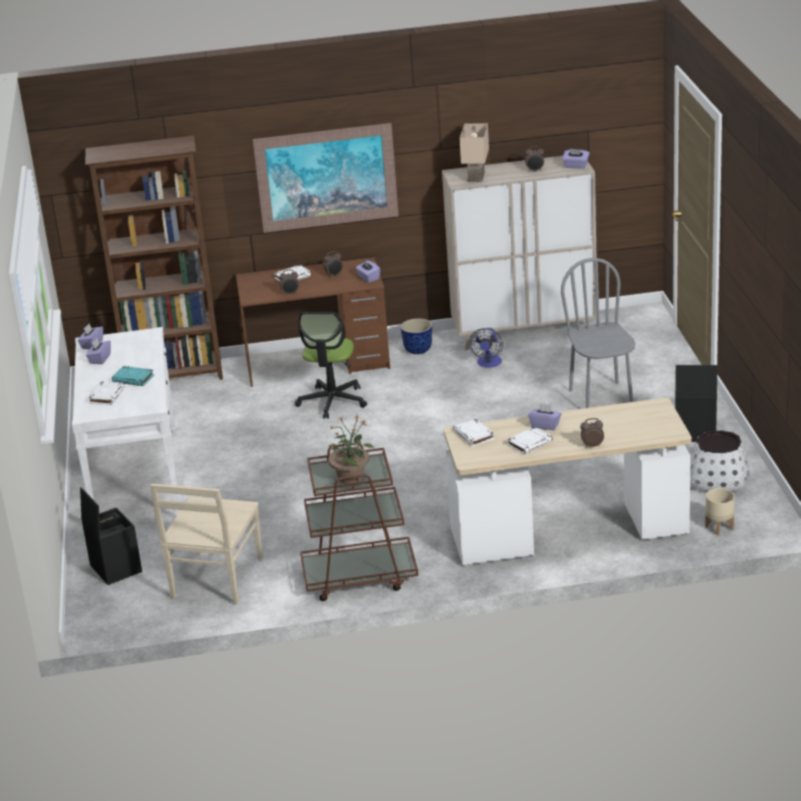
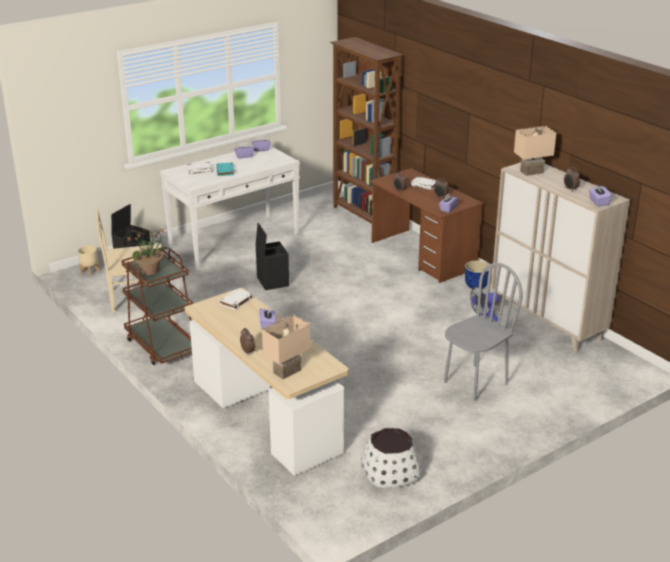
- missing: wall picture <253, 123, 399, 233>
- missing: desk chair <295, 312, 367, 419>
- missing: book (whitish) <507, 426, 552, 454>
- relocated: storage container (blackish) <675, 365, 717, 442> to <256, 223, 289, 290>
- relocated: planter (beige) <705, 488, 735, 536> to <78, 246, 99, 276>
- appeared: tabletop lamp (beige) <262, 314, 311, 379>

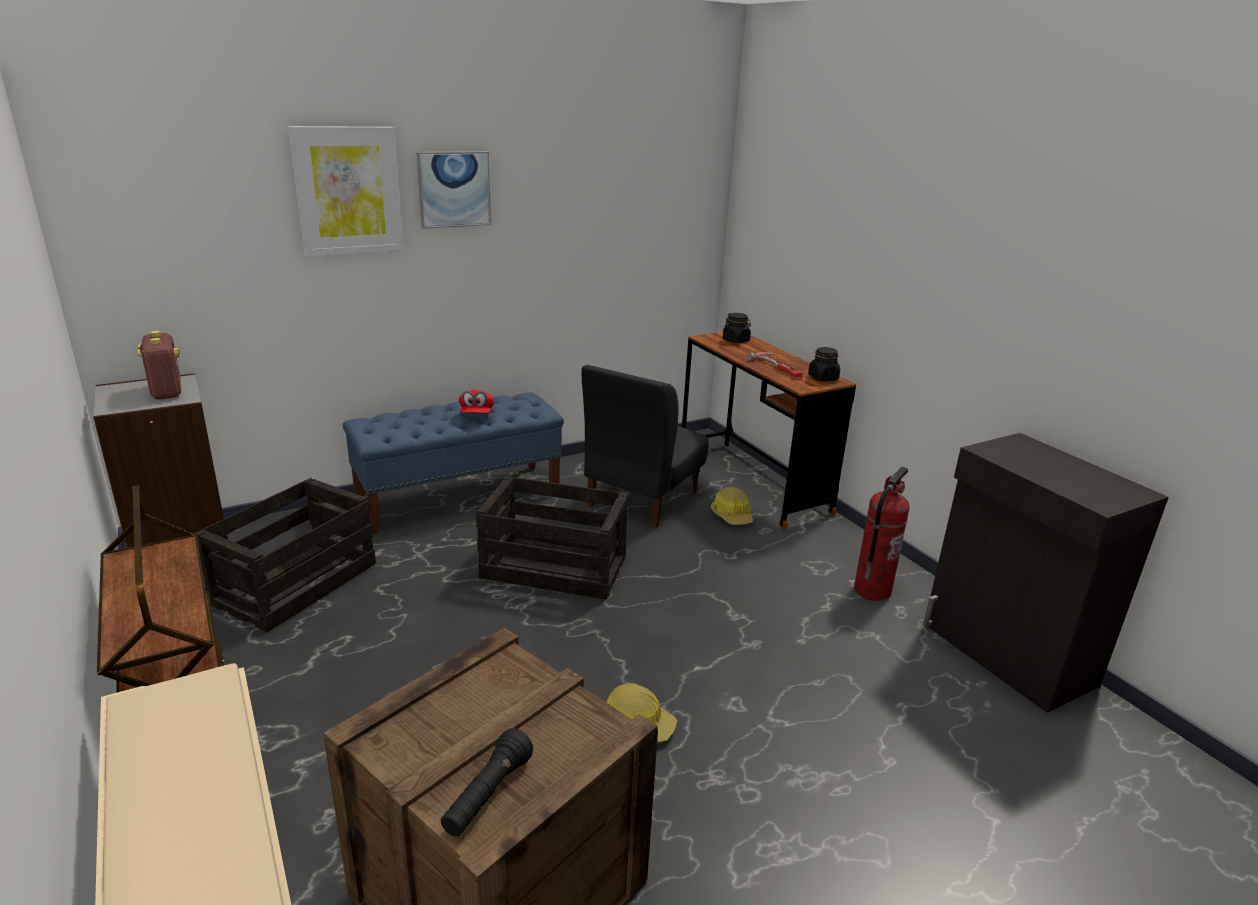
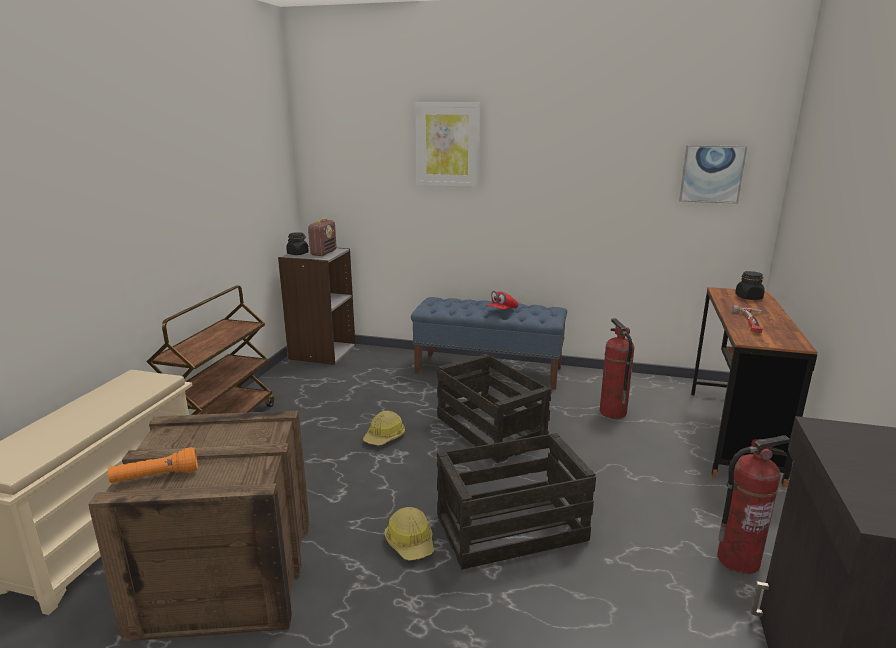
- relocated: crate <193, 478, 376, 632> to <437, 433, 596, 569>
- relocated: wall picture <416, 151, 491, 229> to <679, 145, 747, 204>
- colour: hand torch (blackish) <441, 728, 533, 836> to hand torch (orange-coloured) <108, 447, 198, 483>
- exchanged: plain chair (blackish) <581, 365, 709, 528> to fire-fighting cylinder <600, 318, 635, 419>
- relocated: work helmet <711, 487, 753, 525> to <363, 411, 405, 446>
- relocated: preserve jar (blackish) <808, 347, 840, 381> to <286, 232, 309, 255>

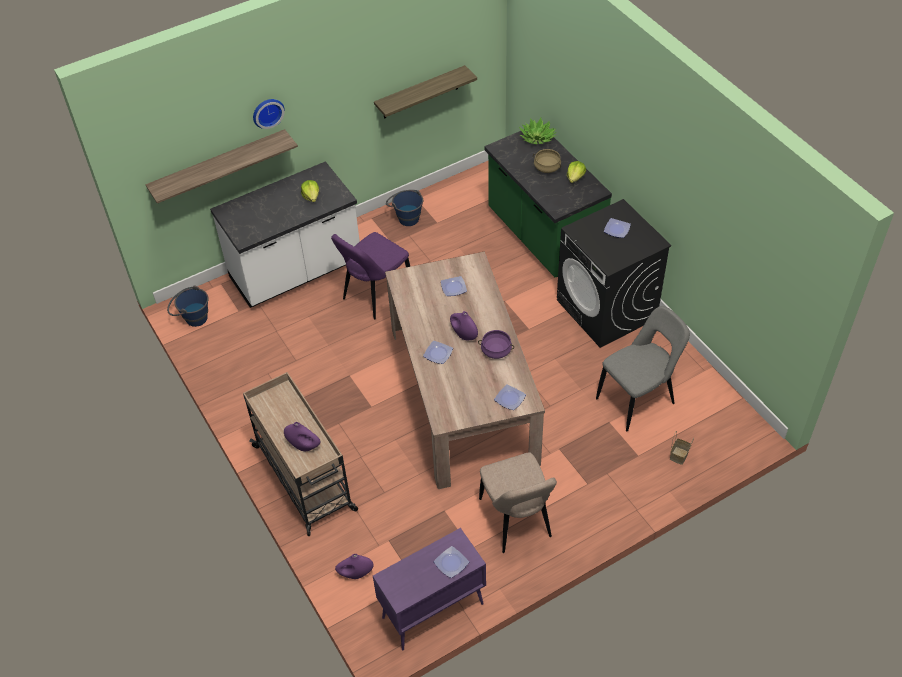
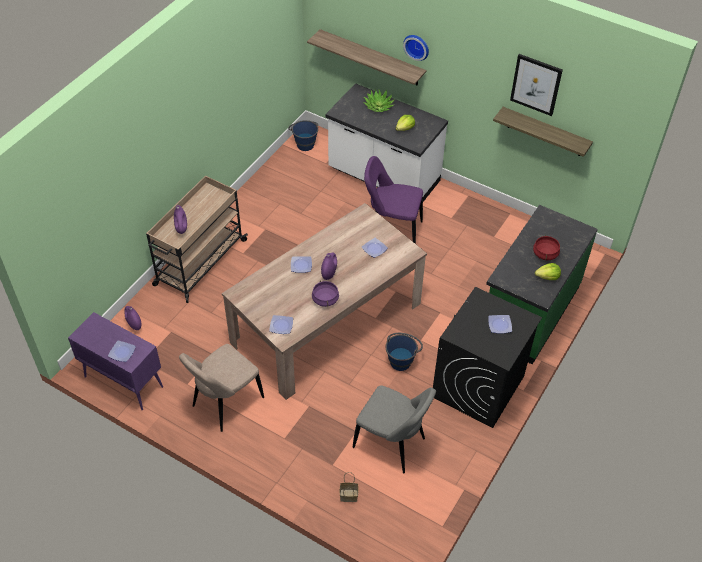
- relocated: pail (bluish) <386, 190, 423, 226> to <386, 333, 423, 371>
- relocated: potted plant <519, 118, 556, 144> to <363, 89, 395, 112>
- colour: saucepot (beige) <533, 149, 561, 173> to saucepot (reddish) <533, 235, 560, 260>
- appeared: wall picture <510, 54, 563, 116>

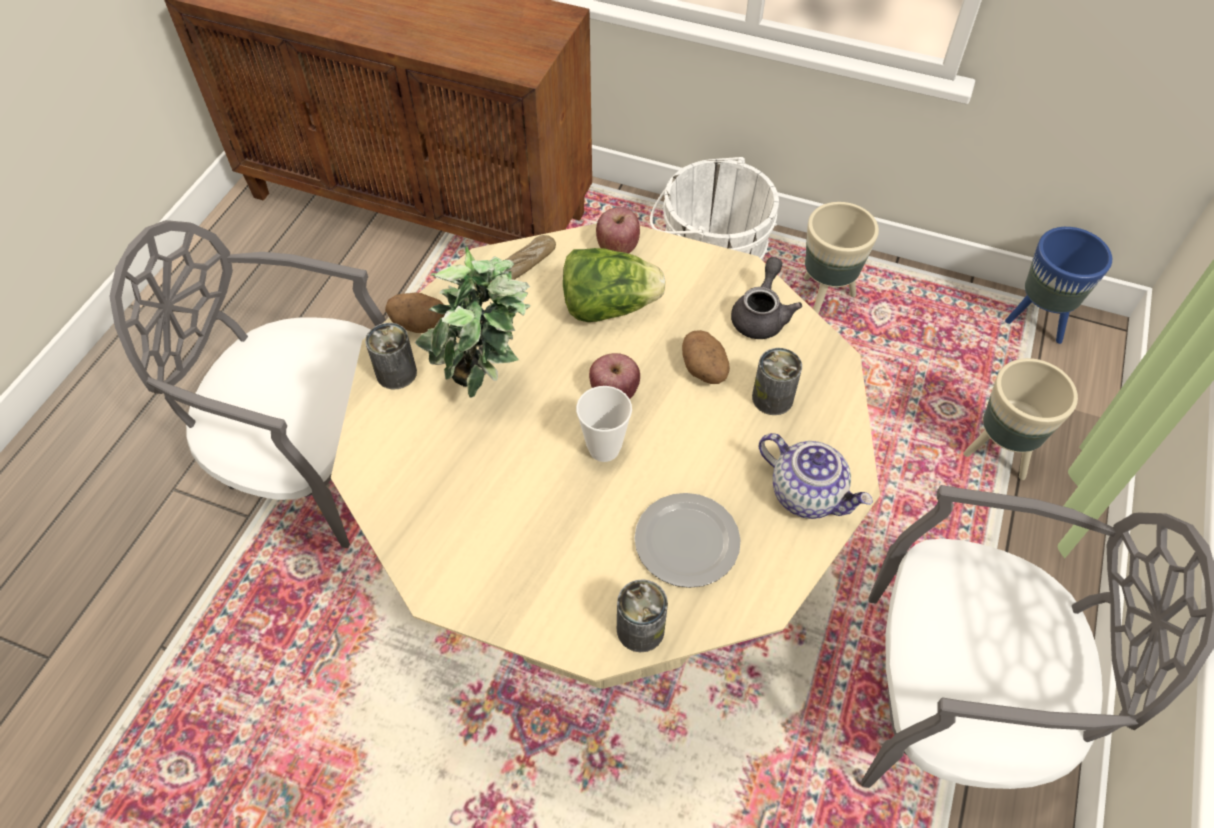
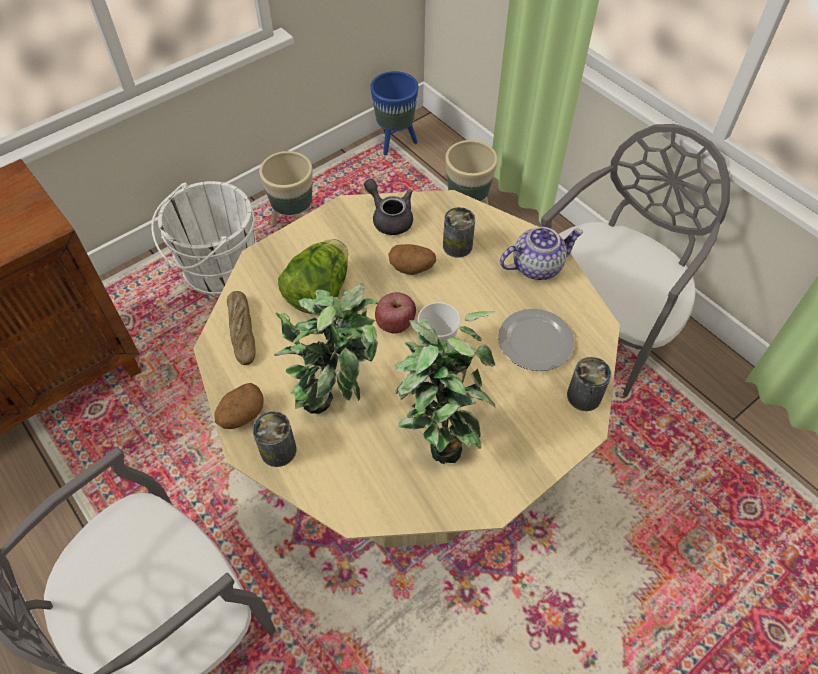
- missing: apple fruit <596, 207, 640, 253>
- appeared: potted plant <395, 311, 496, 464>

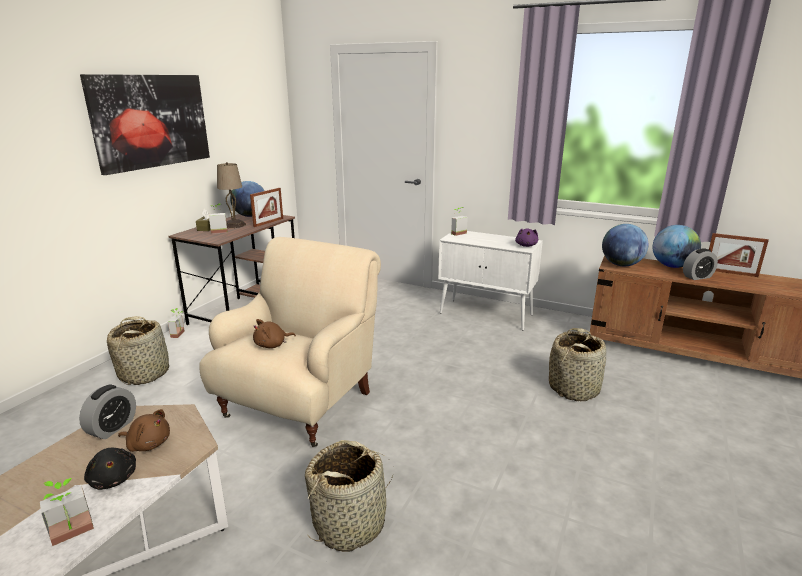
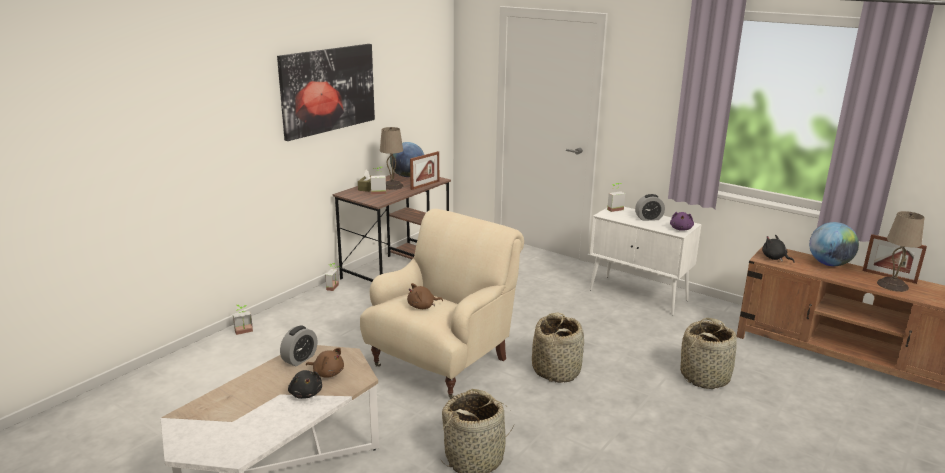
- relocated: potted plant <40, 478, 94, 546> to <233, 305, 253, 335>
- relocated: basket <107, 316, 169, 385> to <532, 313, 584, 383>
- exchanged: globe <602, 224, 648, 266> to plush toy (blackish) <762, 235, 794, 263>
- relocated: table clock <683, 248, 718, 280> to <635, 194, 665, 221>
- appeared: tabletop lamp (beige) <877, 211, 925, 292>

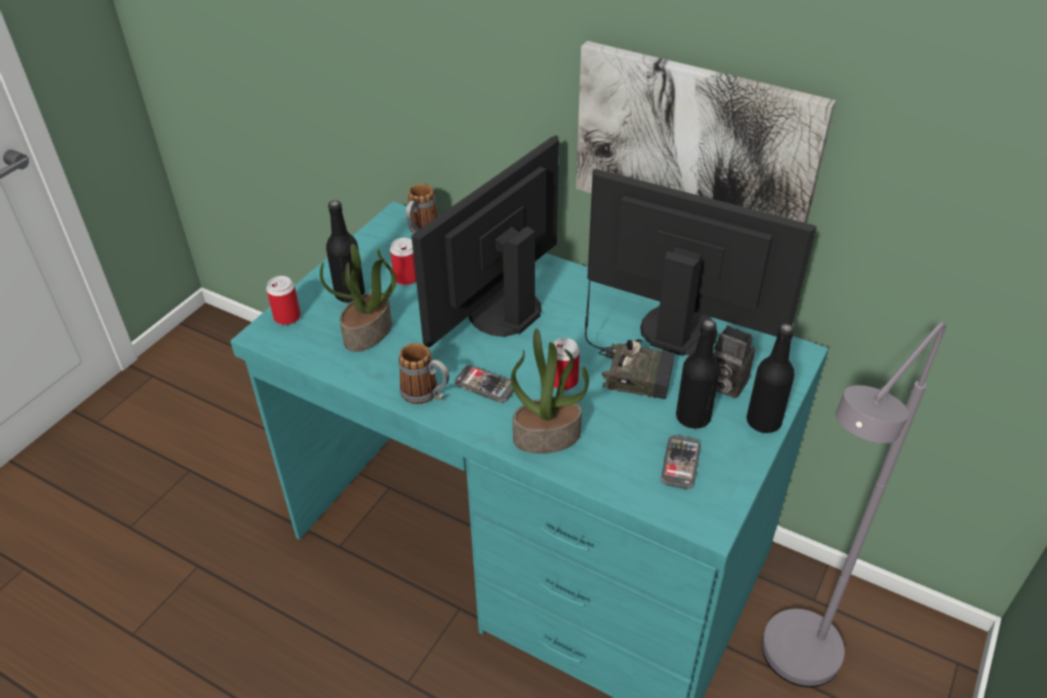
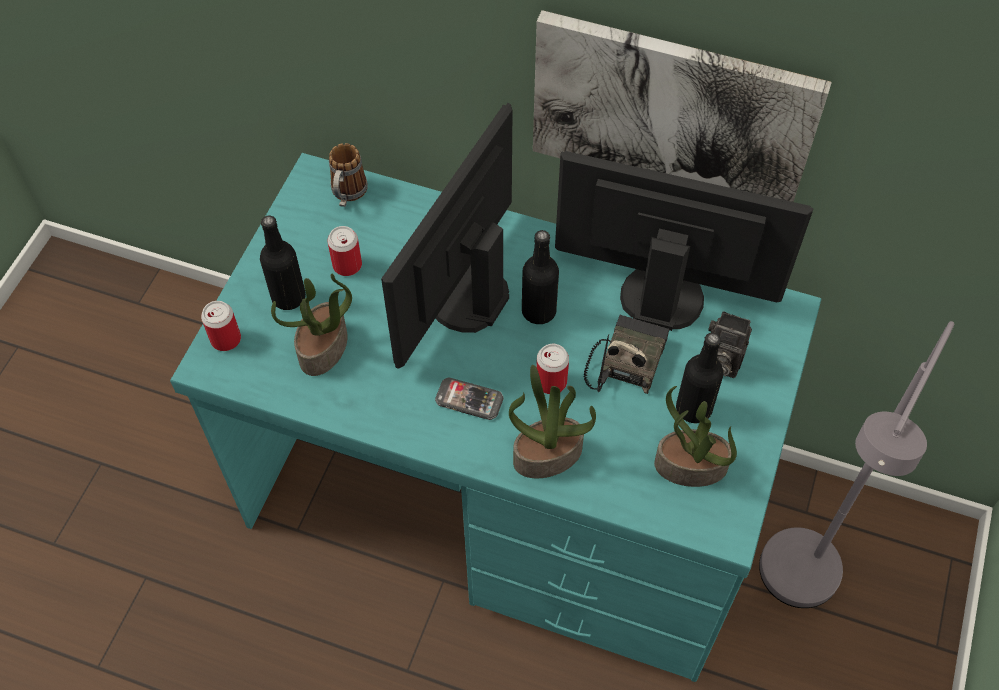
- missing: coffee mug <399, 343, 449, 404>
- spun: radio set <585, 266, 674, 399> = <584, 315, 669, 394> 75 degrees counterclockwise
- exchanged: phone <661, 435, 701, 489> to potted plant <654, 386, 737, 487>
- relocated: beverage bottle (blackish) <747, 324, 795, 433> to <522, 230, 559, 324>

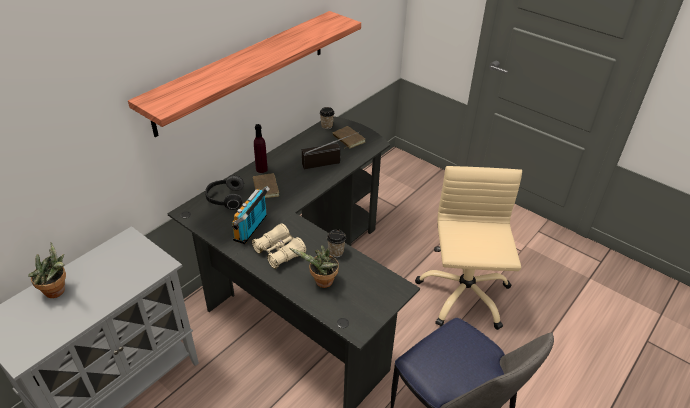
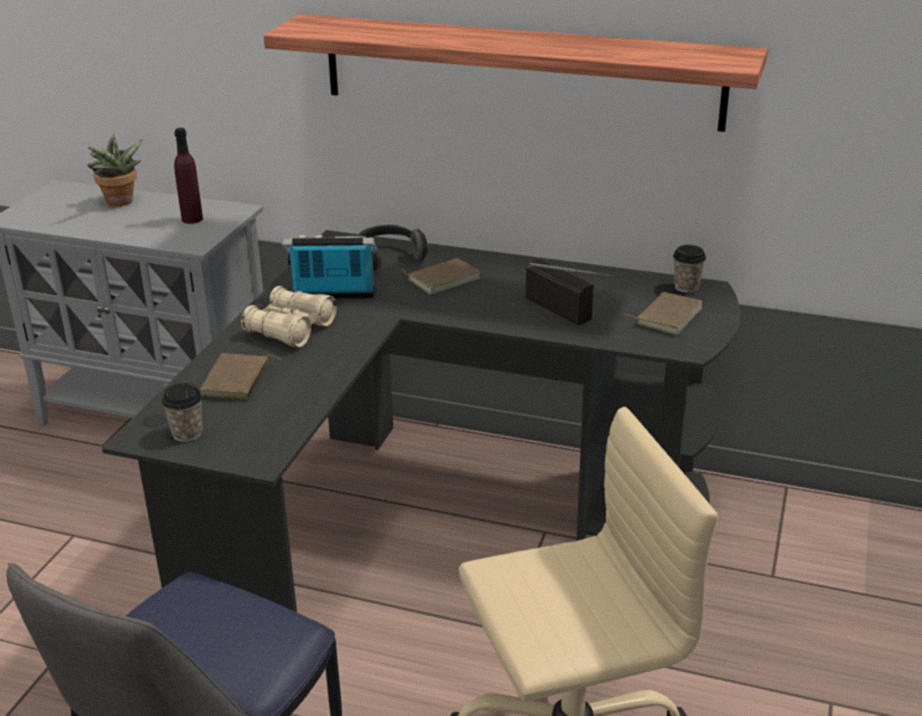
- relocated: beverage bottle (purplish) <254, 124, 268, 173> to <174, 128, 203, 224>
- exchanged: potted plant <289, 245, 339, 288> to book (brown-coloured) <201, 353, 282, 400>
- relocated: cup <327, 229, 346, 257> to <162, 383, 203, 442>

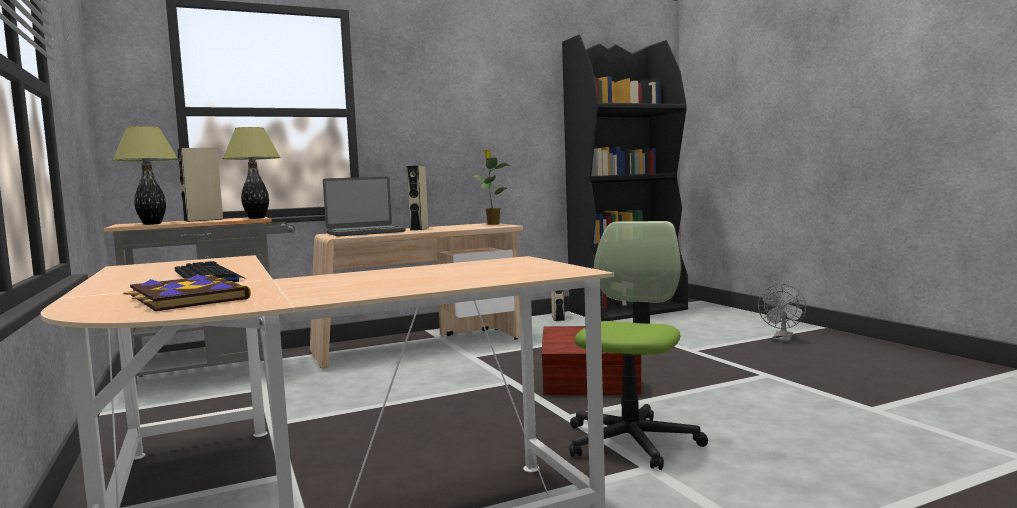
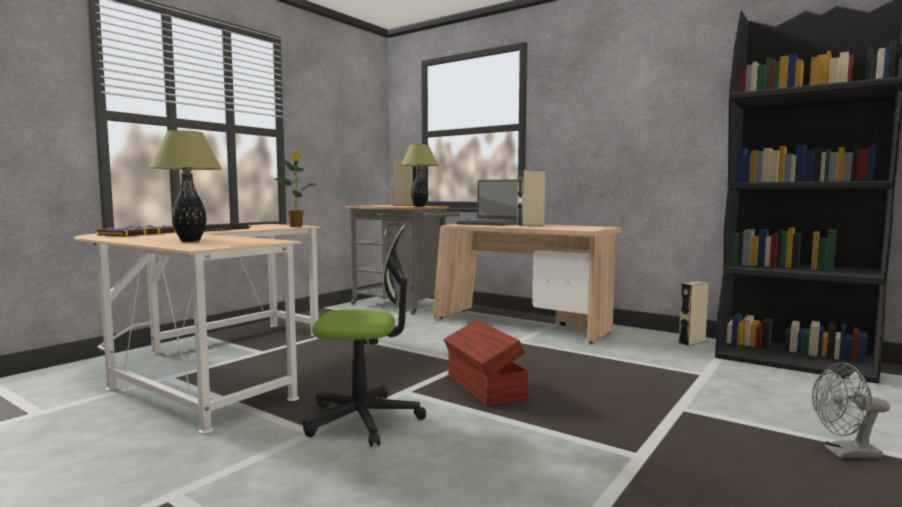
- relocated: tabletop lamp <112, 126, 178, 225> to <149, 130, 222, 242>
- relocated: potted plant <472, 149, 511, 225> to <274, 152, 317, 227>

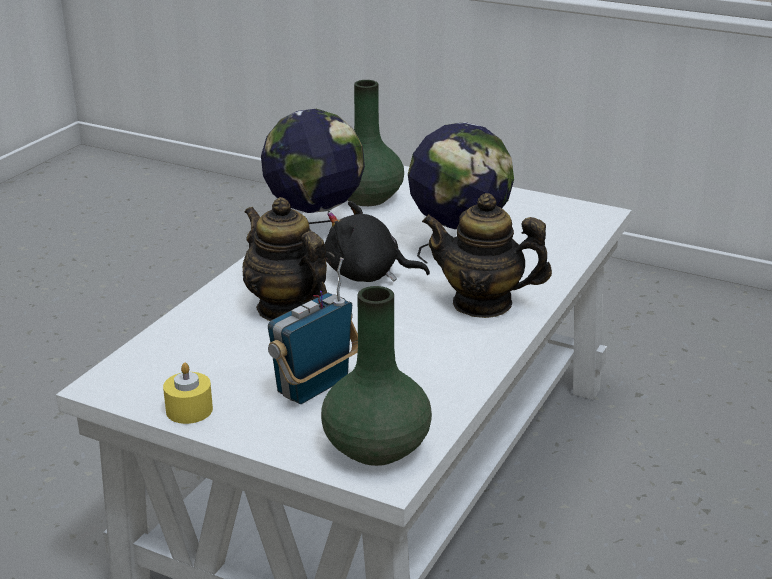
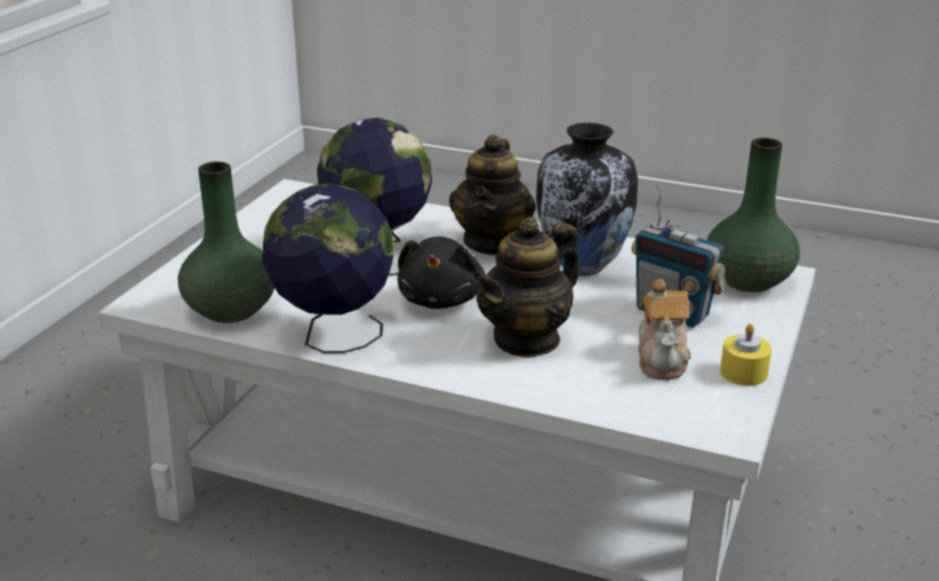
- appeared: vase <536, 123, 638, 276>
- appeared: teapot <638, 279, 691, 380>

